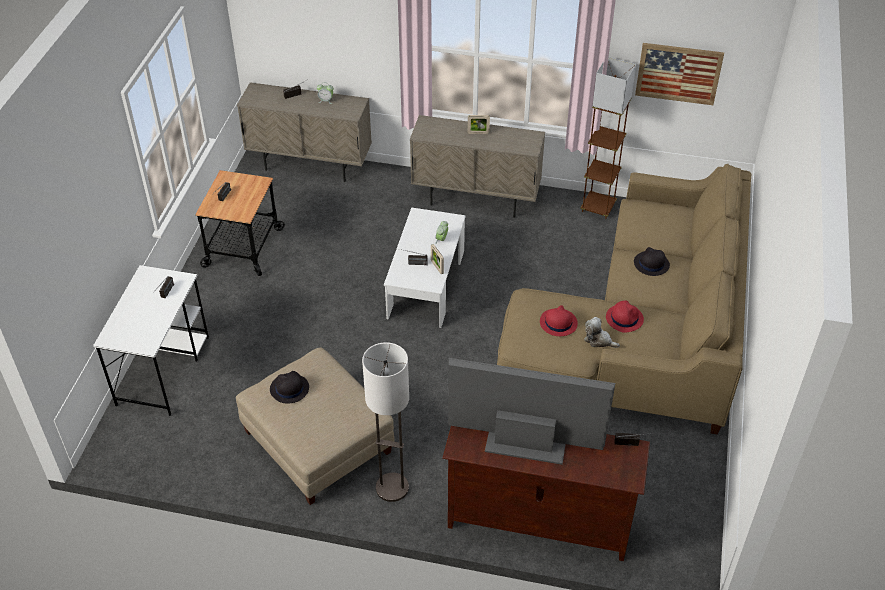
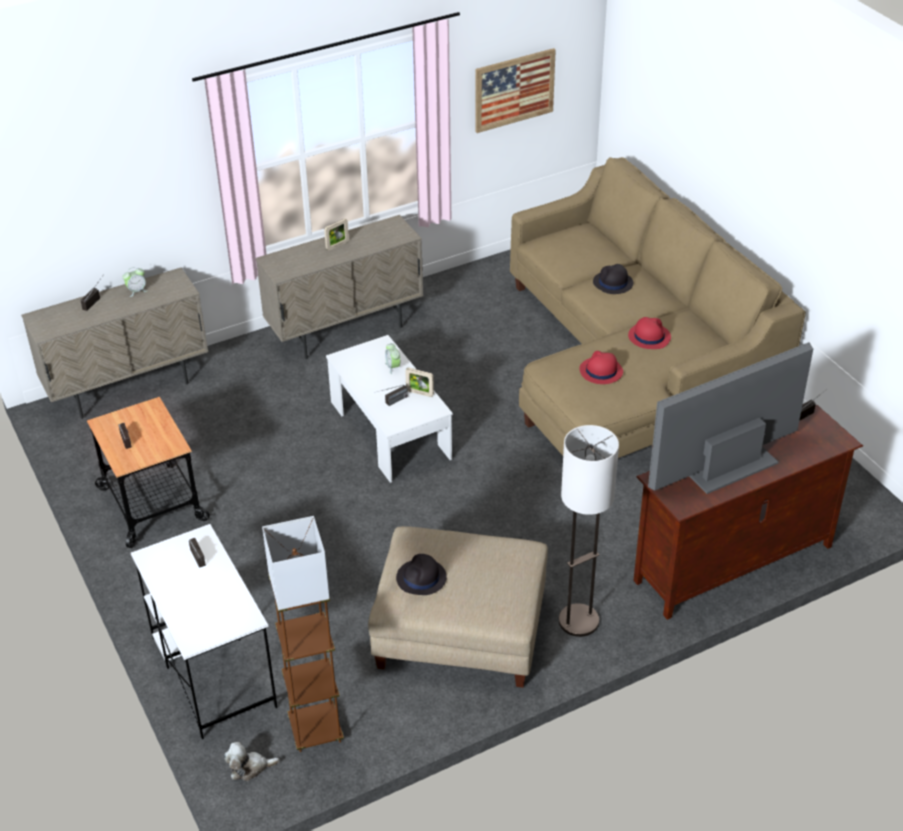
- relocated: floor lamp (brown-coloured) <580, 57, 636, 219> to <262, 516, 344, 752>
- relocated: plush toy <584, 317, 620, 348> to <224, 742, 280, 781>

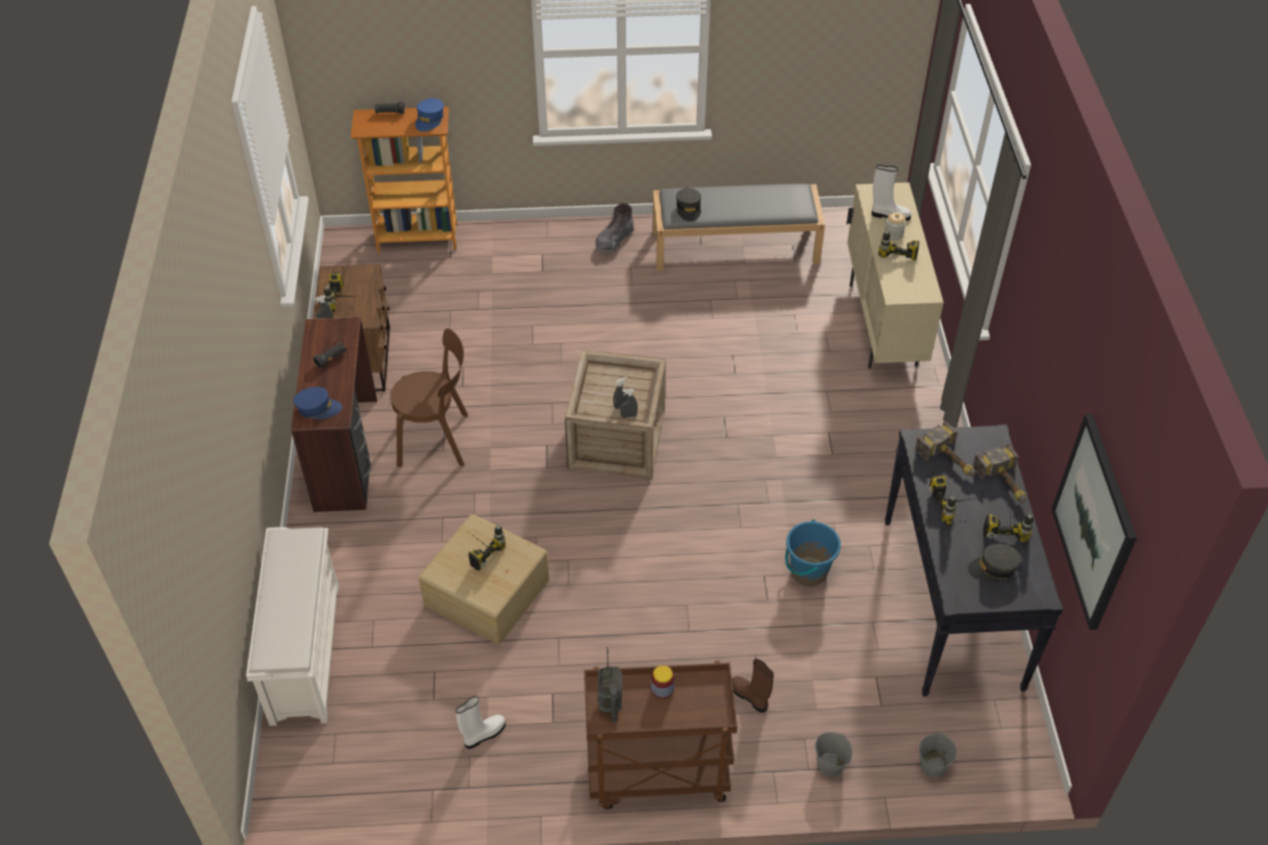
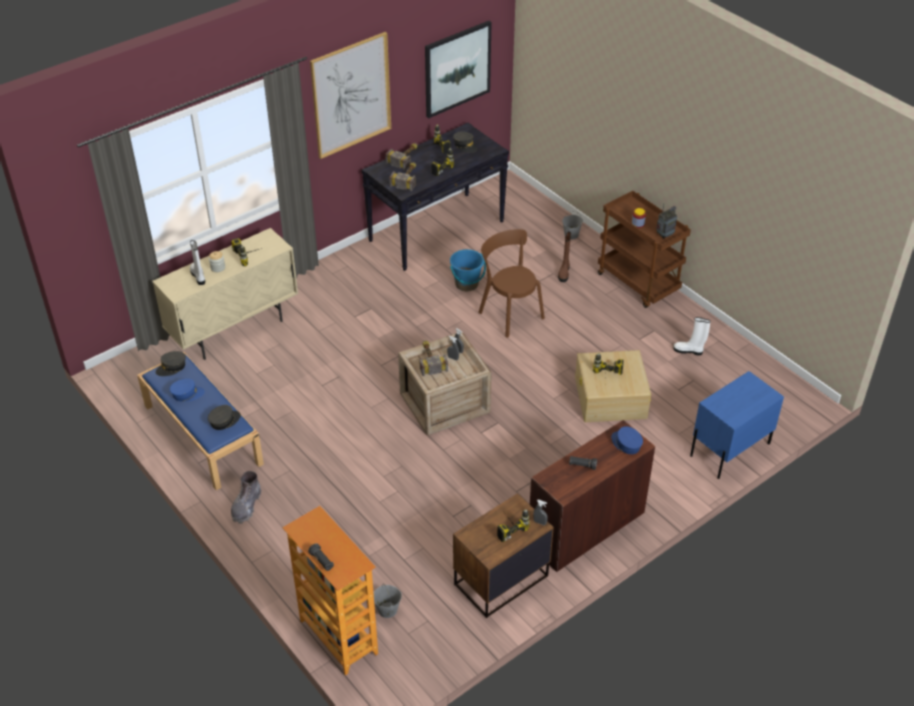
- exchanged: shoe stand (whitish) <246, 527, 339, 726> to nightstand (bluish) <690, 371, 784, 479>
- relocated: plain chair (brown-coloured) <391, 328, 468, 467> to <478, 229, 545, 338>
- relocated: baseball cap (bluish) <415, 98, 444, 131> to <169, 379, 205, 401>
- spun: boot (gray) <595, 203, 634, 255> = <231, 471, 261, 524> 105 degrees clockwise
- colour: indoor bench (gray) <653, 184, 825, 271> to indoor bench (bluish) <137, 352, 264, 490>
- relocated: pail (gray) <919, 733, 957, 778> to <374, 583, 402, 618>
- appeared: baseball cap (gray) <156, 351, 186, 376>
- appeared: wall picture <310, 32, 391, 159>
- appeared: hammer <419, 340, 448, 376>

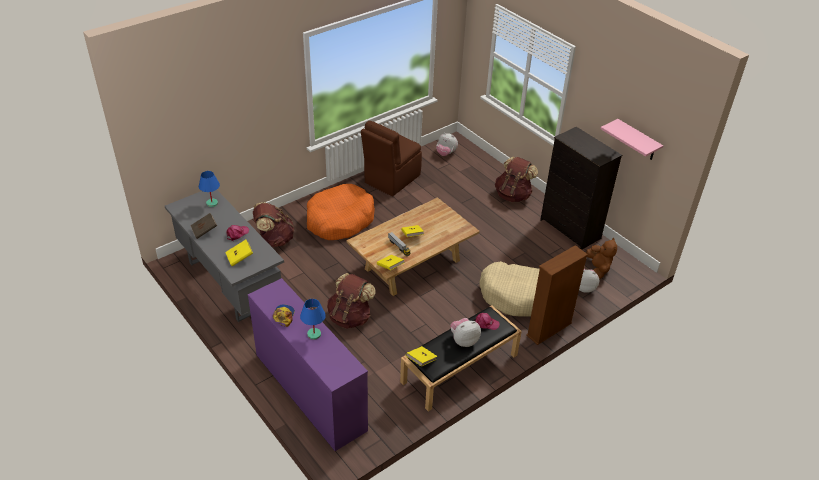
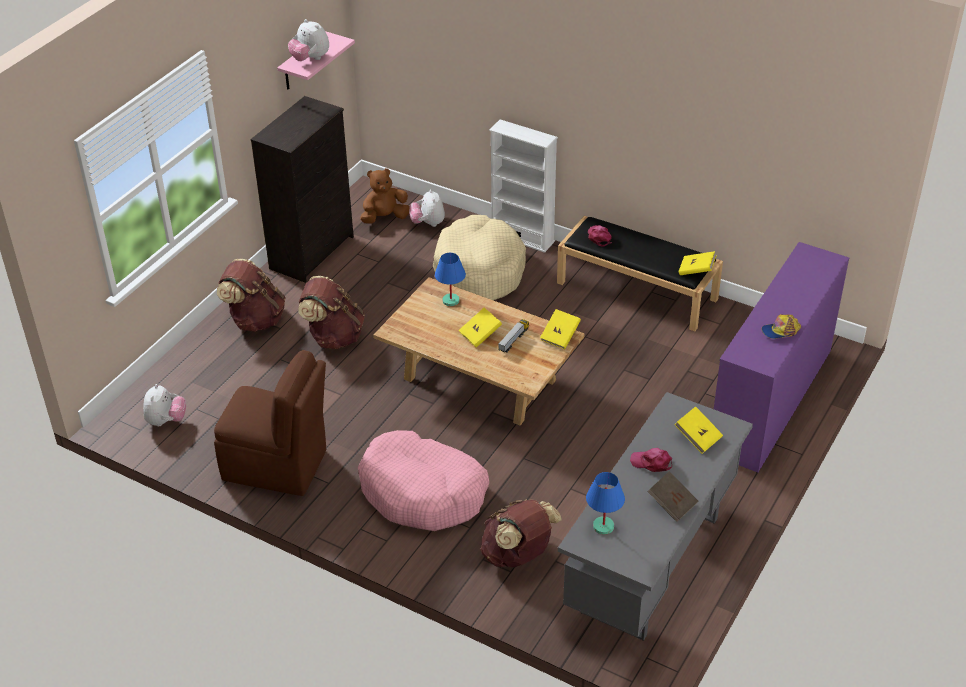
- relocated: tabletop lamp (bluish) <300, 299, 326, 340> to <435, 253, 466, 306>
- colour: pet bed (orange-coloured) <307, 184, 375, 240> to pet bed (pink-coloured) <358, 430, 489, 531>
- relocated: backpack (brown-coloured) <327, 273, 376, 329> to <298, 276, 365, 349>
- relocated: plush toy <450, 318, 481, 347> to <288, 19, 329, 61>
- colour: bookshelf (brown-coloured) <526, 245, 588, 345> to bookshelf (whitish) <489, 119, 558, 253>

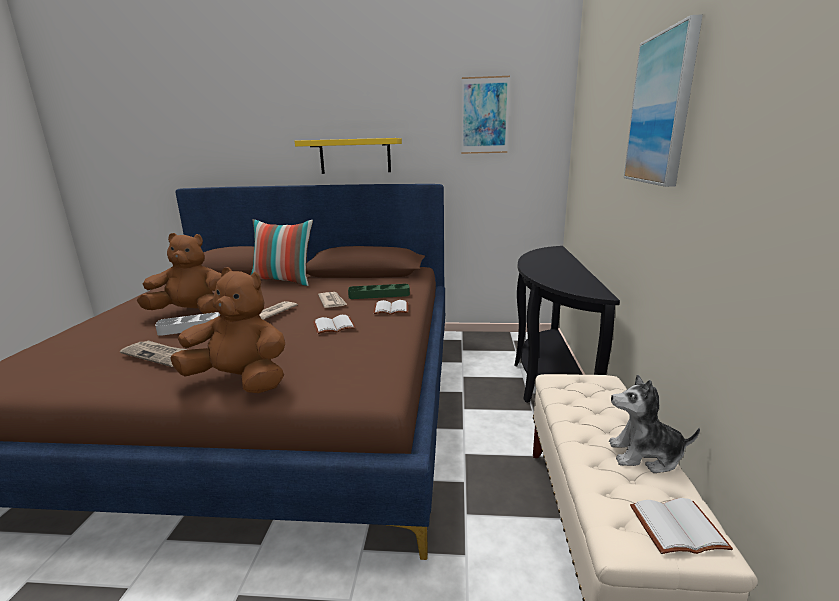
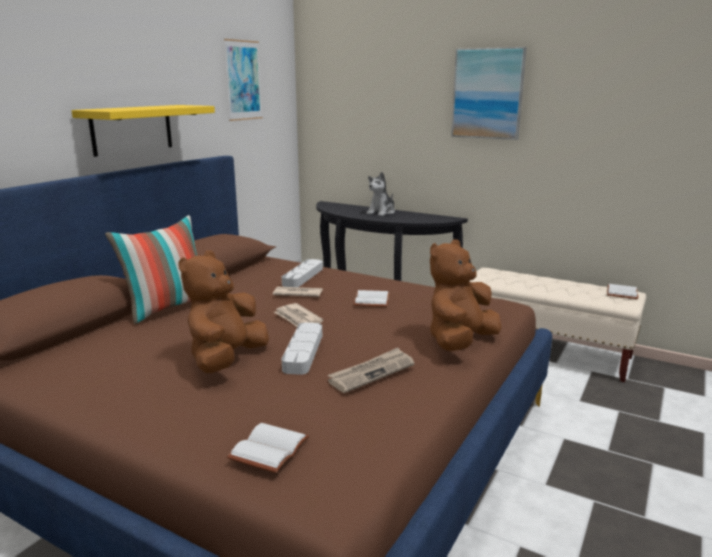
- colour: carrying tray (green-coloured) <348, 284, 410, 299> to carrying tray (gray) <282, 259, 323, 287>
- relocated: book (whitish) <373, 300, 408, 315> to <227, 423, 309, 473>
- relocated: plush toy <609, 375, 700, 473> to <366, 172, 395, 216>

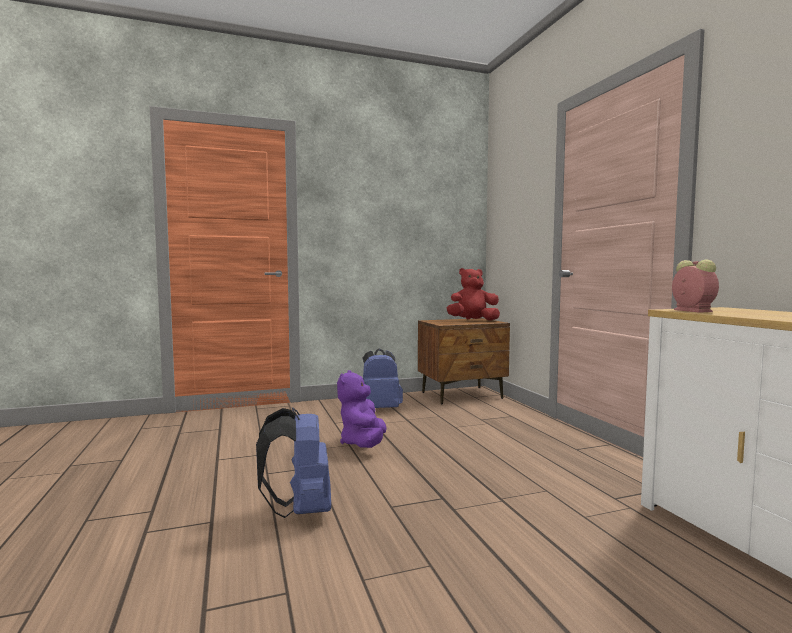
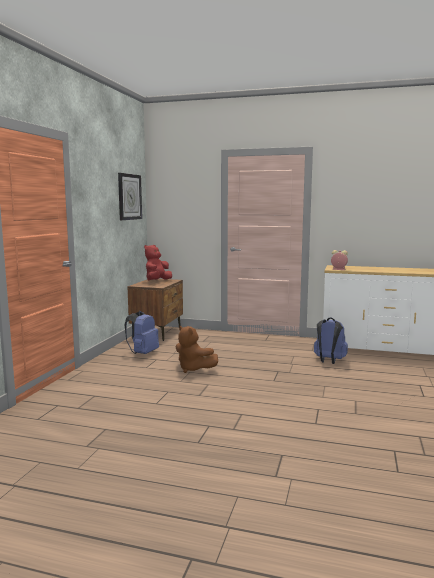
- relocated: backpack (bluish) <256, 407, 331, 518> to <314, 317, 348, 364>
- colour: plush toy (purplish) <337, 370, 387, 448> to plush toy (brown-coloured) <176, 326, 218, 373>
- appeared: clock on the wall <118, 173, 142, 220>

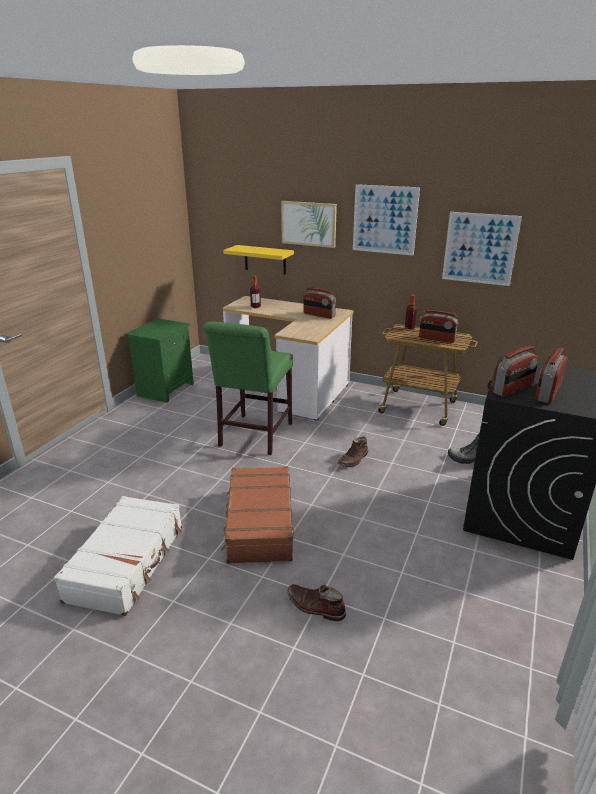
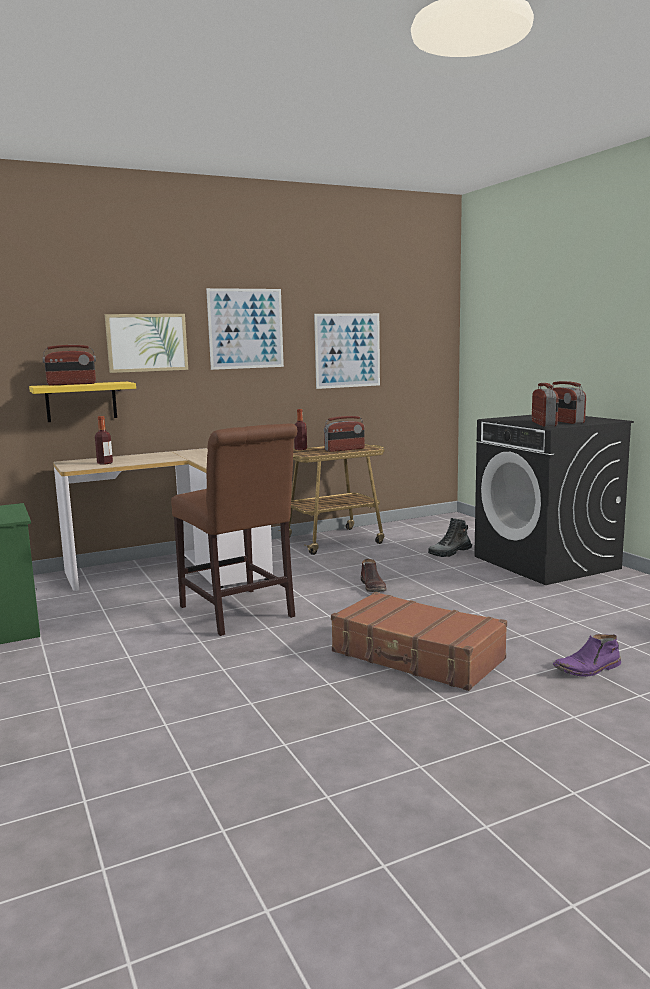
- missing: piece of luggage (whitish) <54, 496, 182, 616>
- colour: plain chair (green-coloured) <203, 322, 293, 455> to plain chair (brown-coloured) <171, 423, 297, 636>
- colour: boot (brown-coloured) <287, 584, 346, 621> to boot (purplish) <553, 634, 621, 677>
- relocated: radio set <303, 287, 336, 319> to <42, 345, 96, 386>

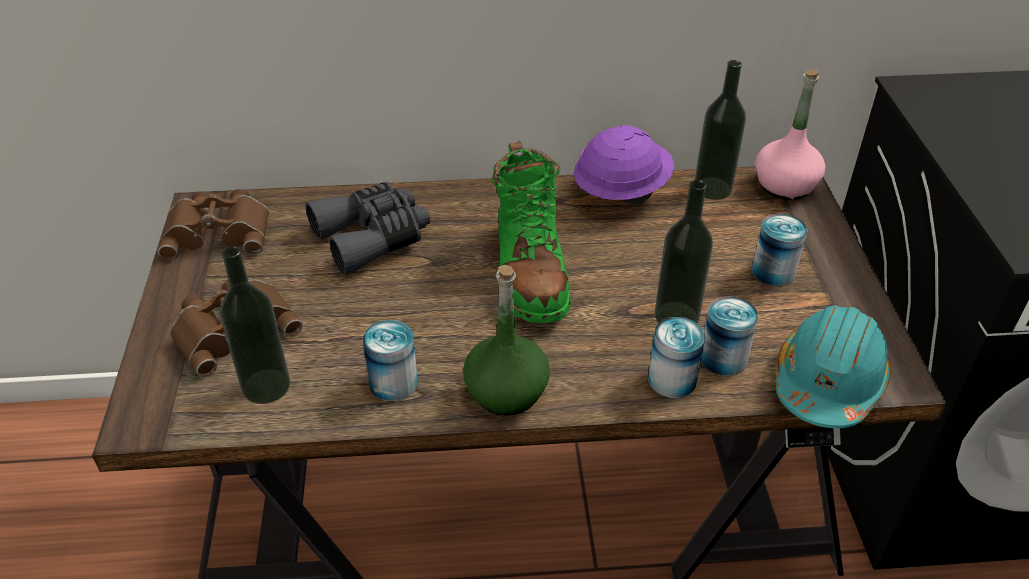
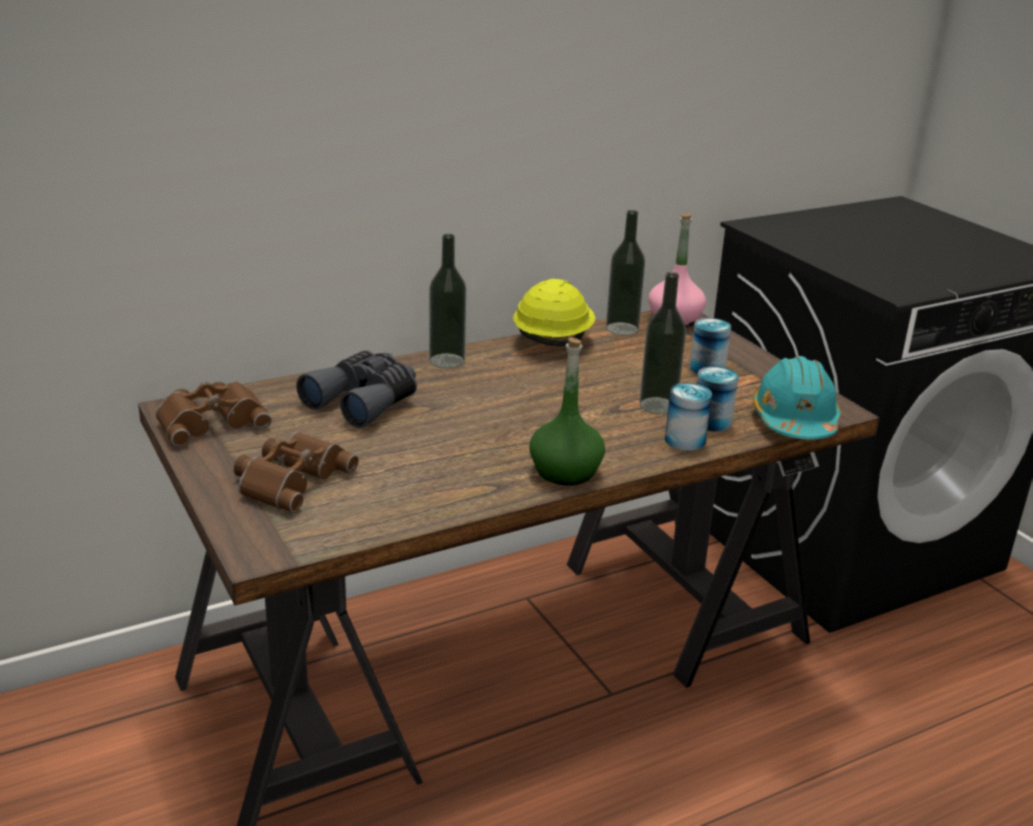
- relocated: beverage bottle <220, 246, 290, 404> to <429, 234, 466, 368>
- missing: sealed can <363, 320, 418, 402>
- missing: boot (green-coloured) <492, 141, 571, 323>
- colour: work helmet (purplish) <574, 125, 674, 204> to work helmet (yellow-coloured) <513, 279, 595, 346>

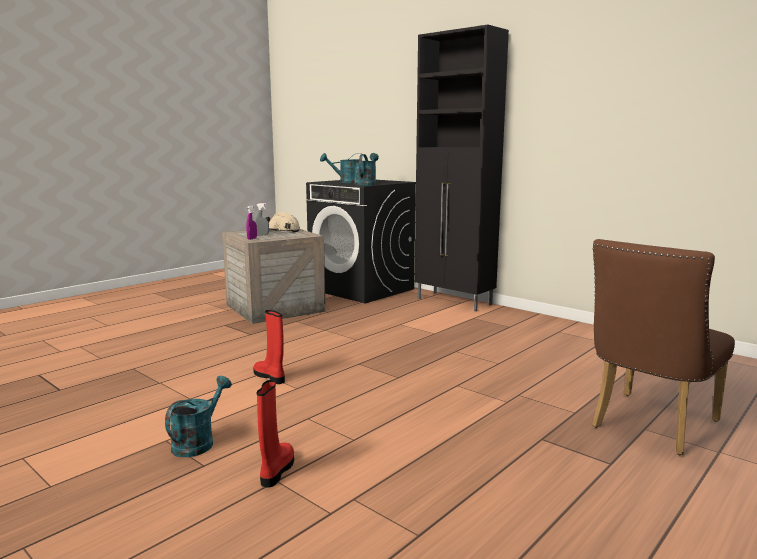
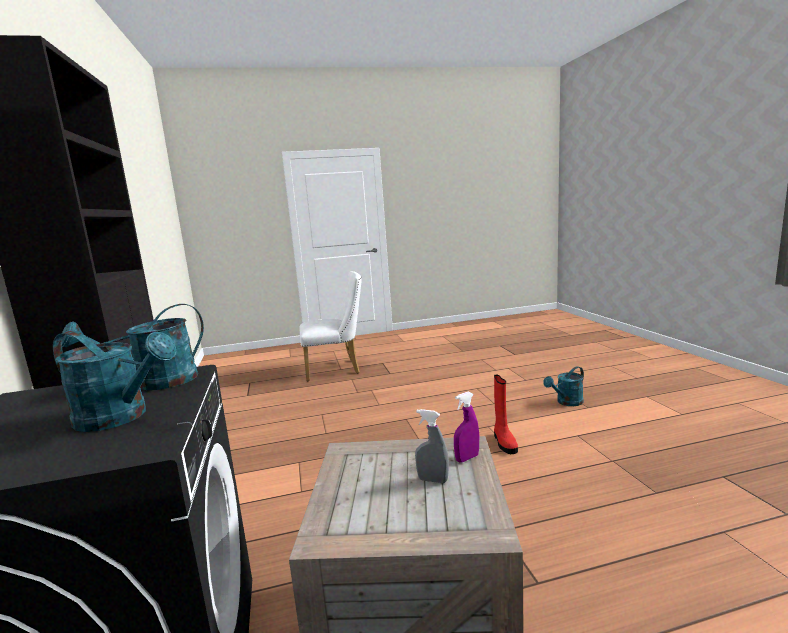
- missing: boot (reddish) <257, 380, 294, 488>
- missing: work helmet (beige) <265, 212, 300, 232>
- colour: plain chair (brown-coloured) <592, 239, 735, 455> to plain chair (whitish) <300, 271, 362, 381>

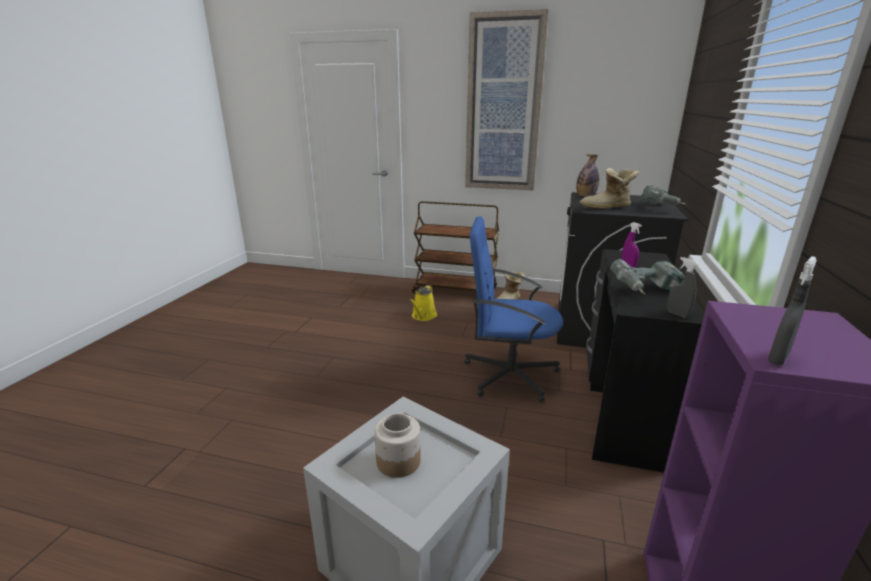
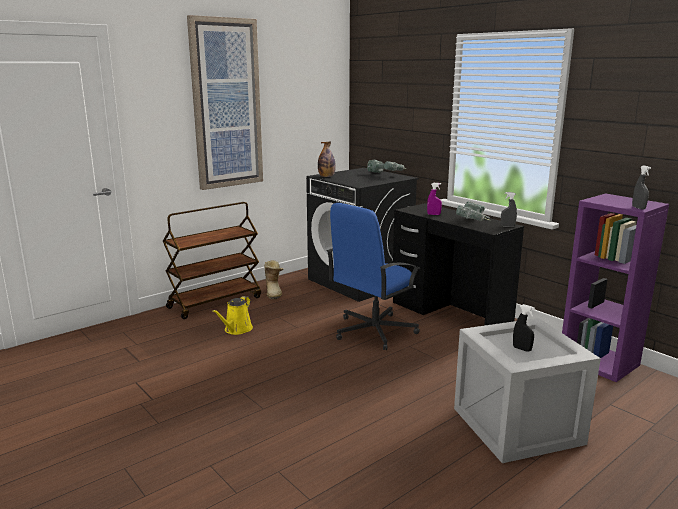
- exchanged: preserve jar <374, 413, 421, 478> to sprayer (blackish) <513, 304, 535, 352>
- spun: sprinkling can (yellow-coloured) <409, 285, 437, 321> = <212, 296, 253, 335> 60 degrees clockwise
- missing: boot <580, 168, 639, 209>

